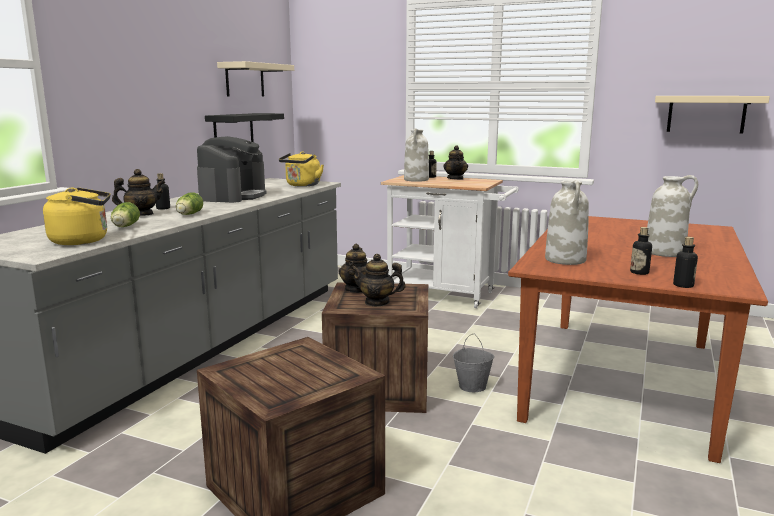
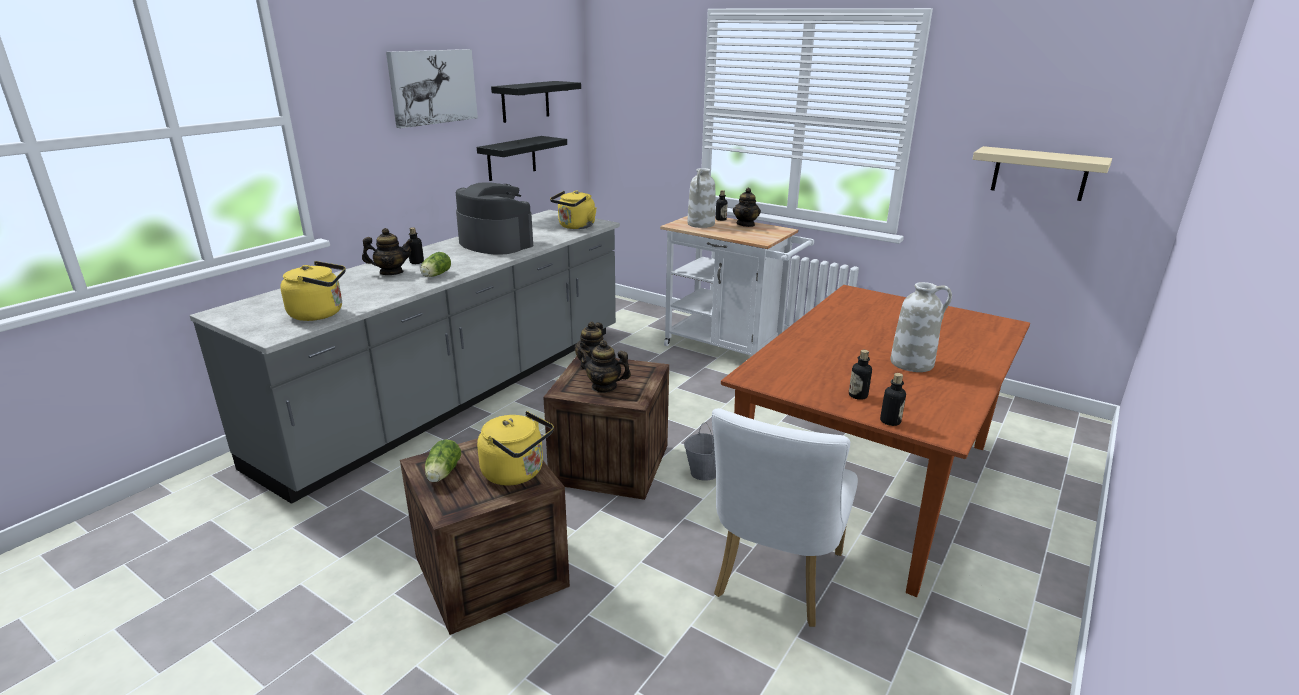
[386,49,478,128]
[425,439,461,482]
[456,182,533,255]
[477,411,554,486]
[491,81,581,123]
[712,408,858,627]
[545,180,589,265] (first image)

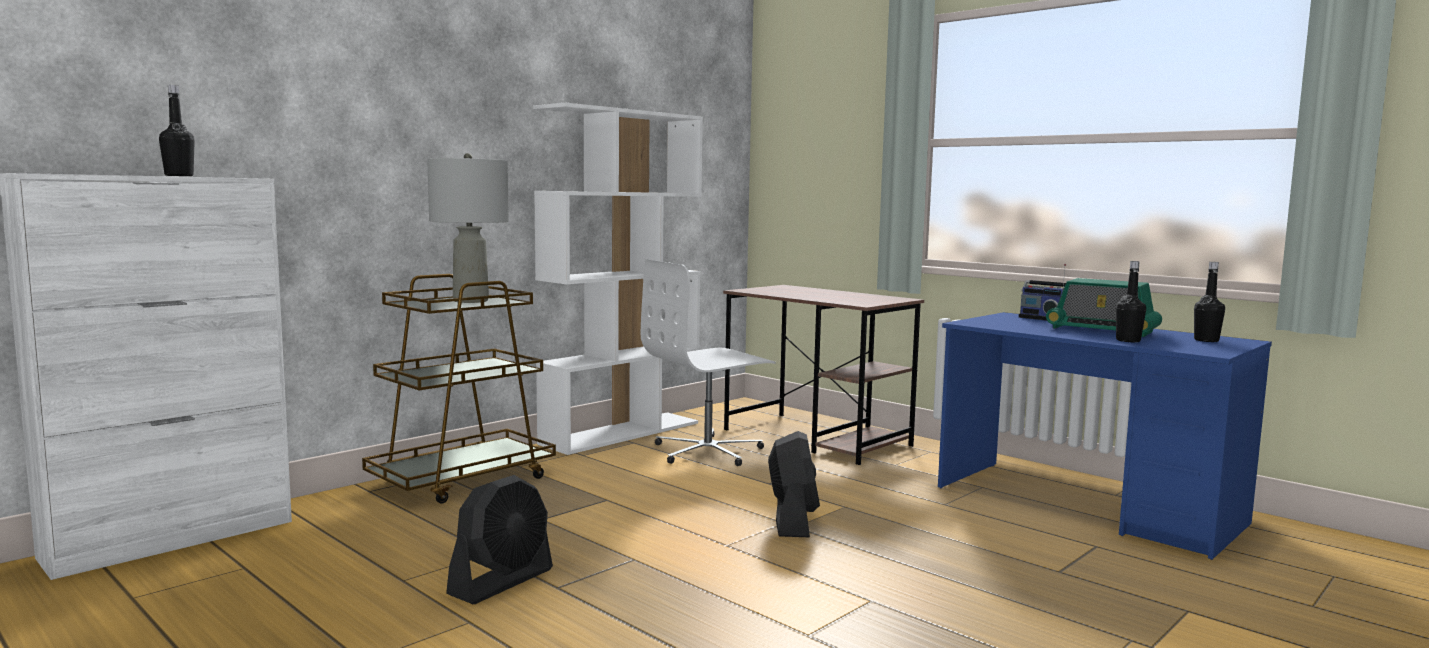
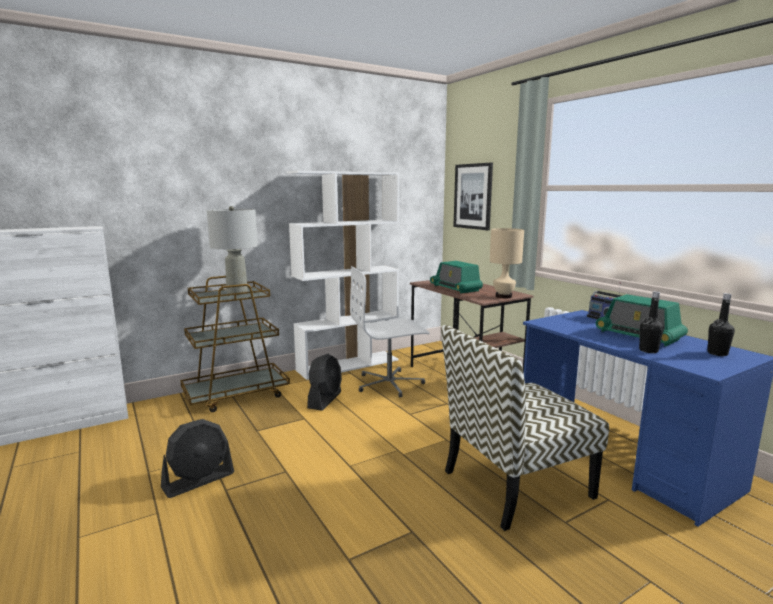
[307,354,342,411]
[430,261,483,293]
[441,325,609,531]
[453,163,493,230]
[490,228,524,298]
[159,85,195,176] (first image)

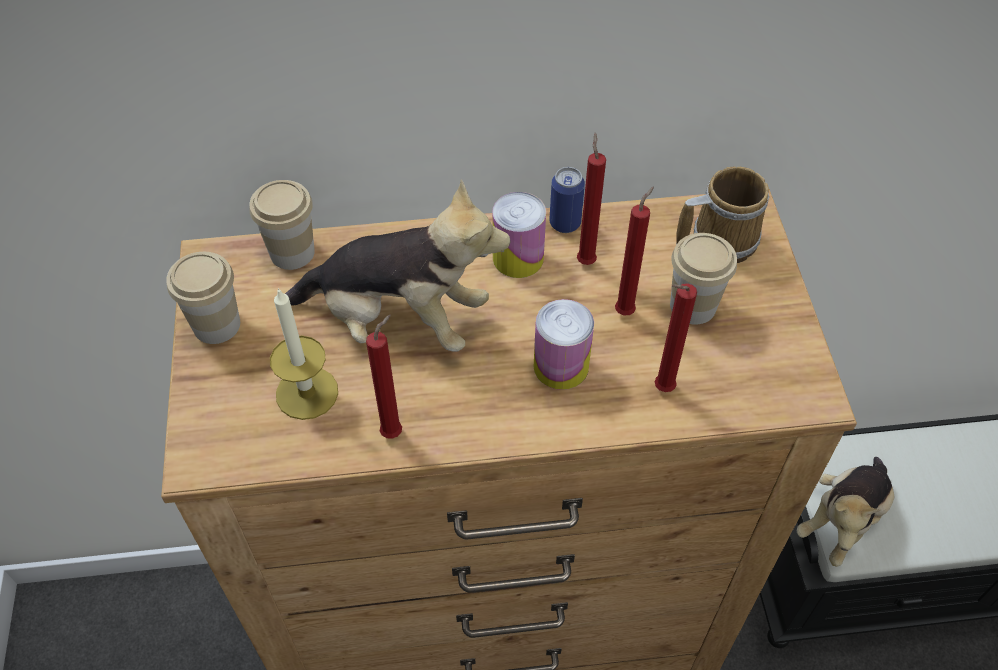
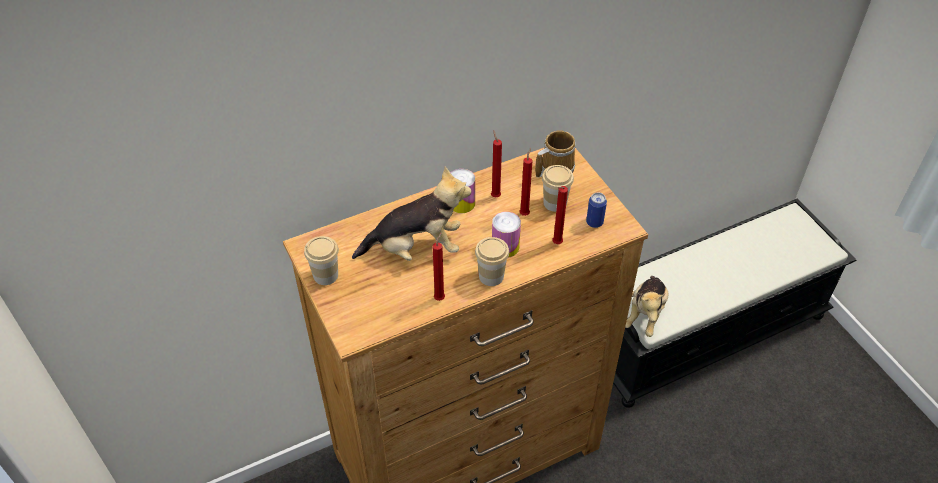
[475,237,509,286]
[586,192,607,228]
[270,288,338,420] (first image)

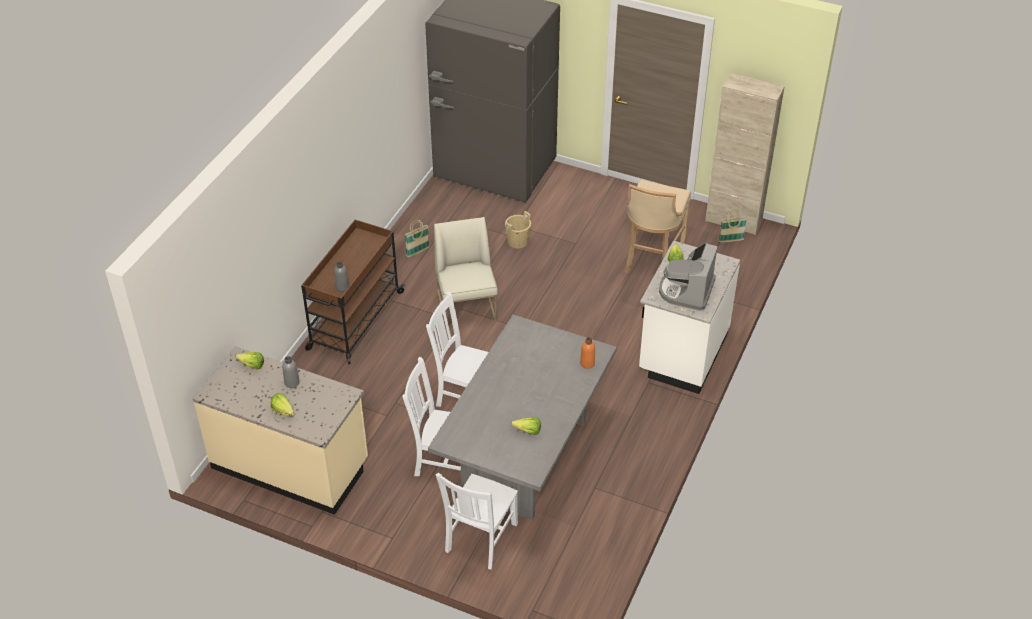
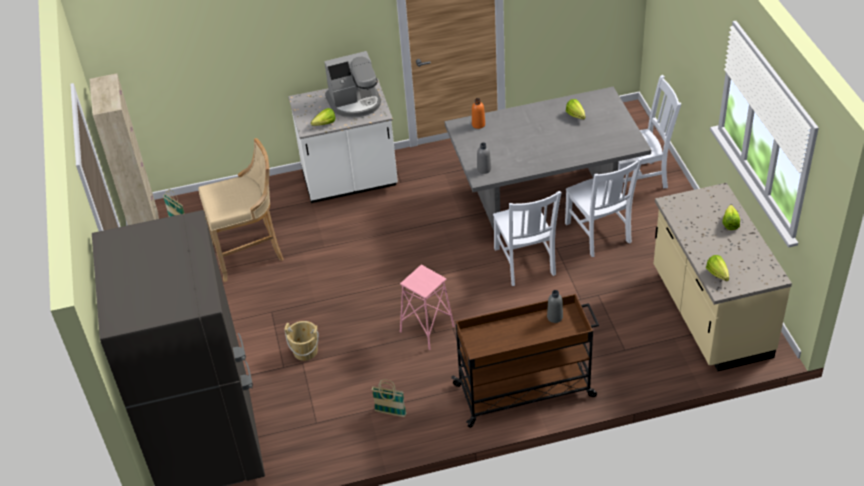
[400,265,454,350]
[477,142,491,174]

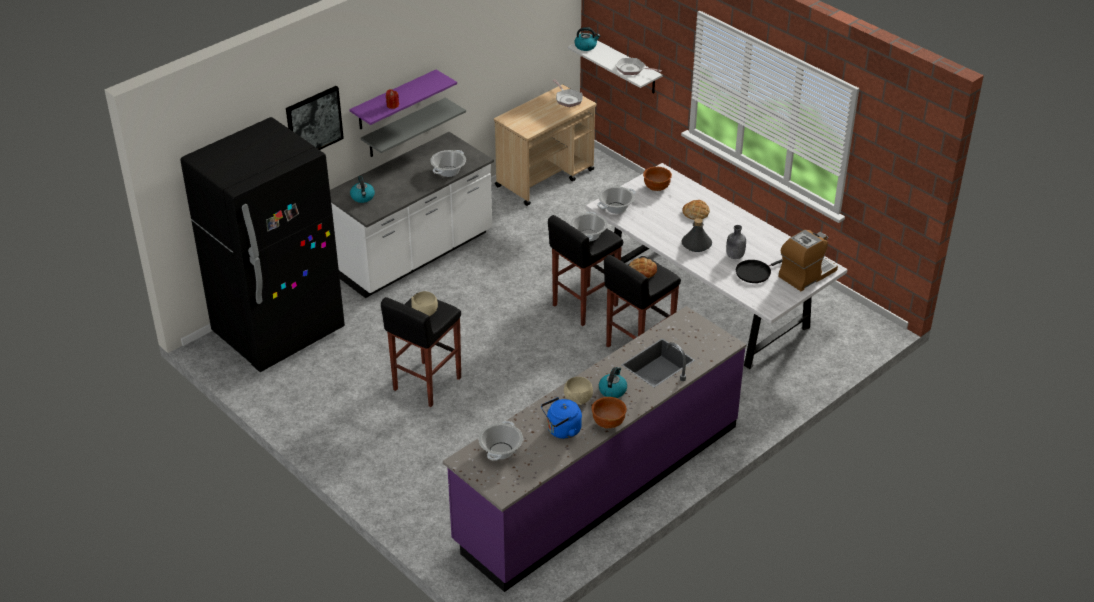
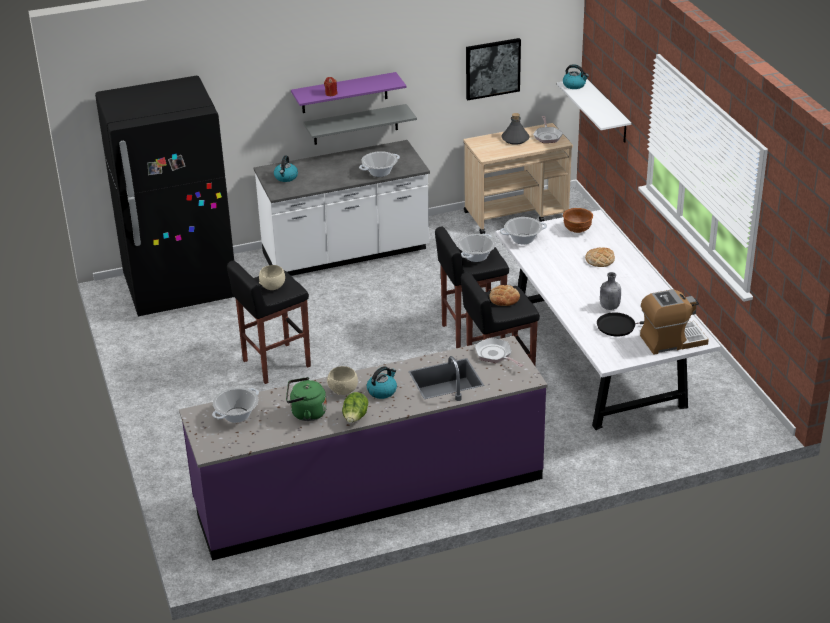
[286,377,327,421]
[342,392,368,423]
[466,38,521,100]
[475,338,523,367]
[501,113,530,145]

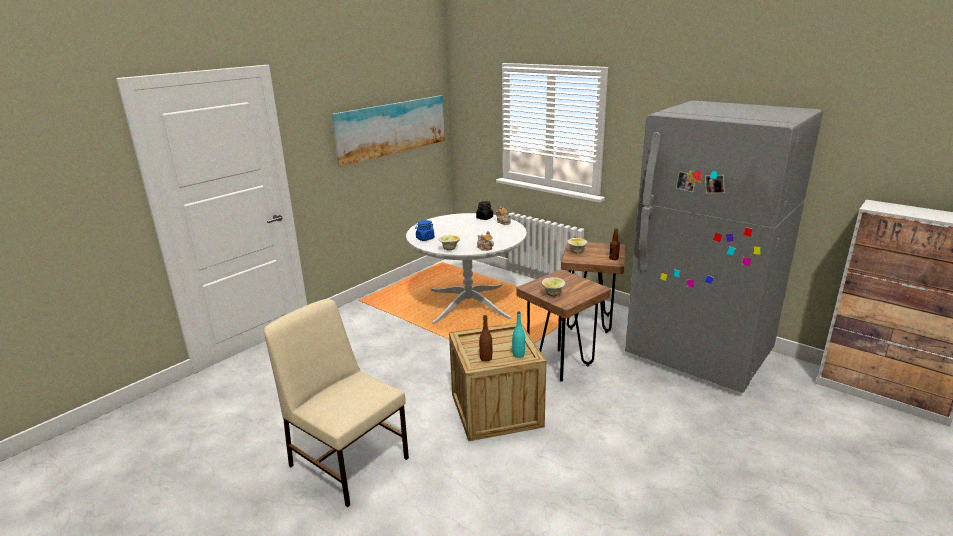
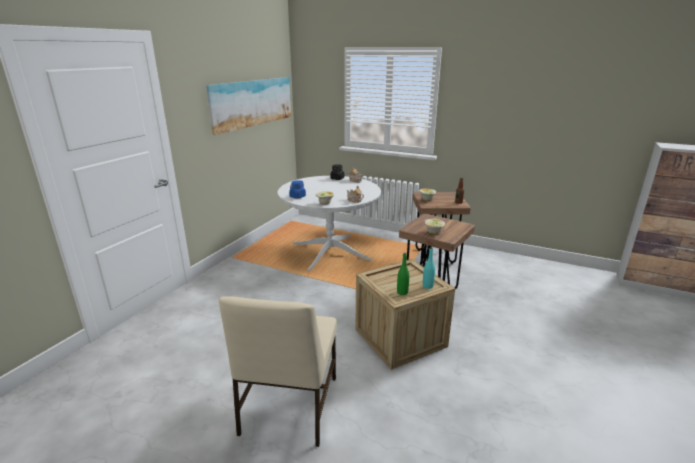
[219,296,337,447]
[397,253,409,295]
[625,100,823,393] (first image)

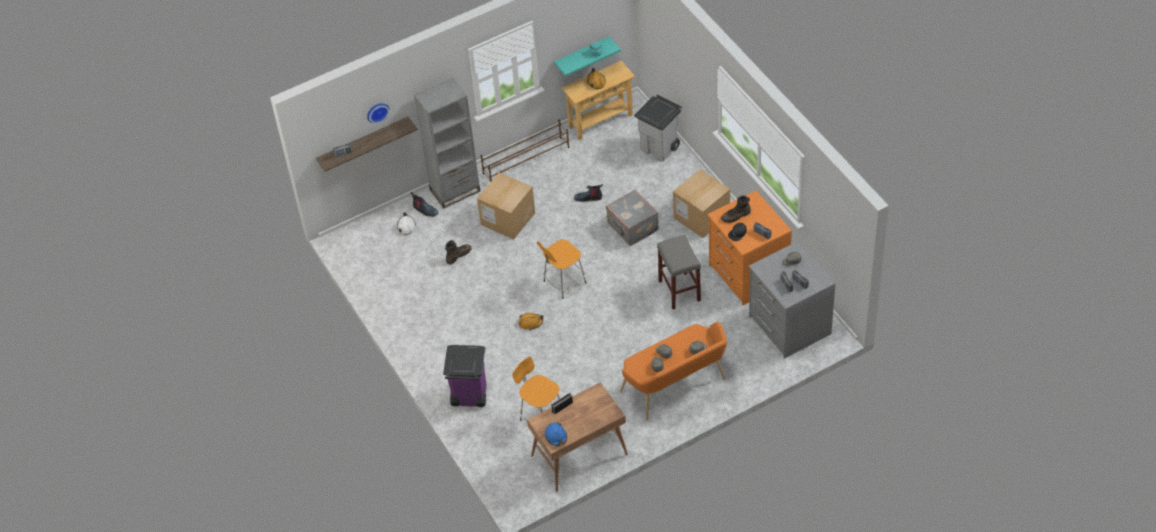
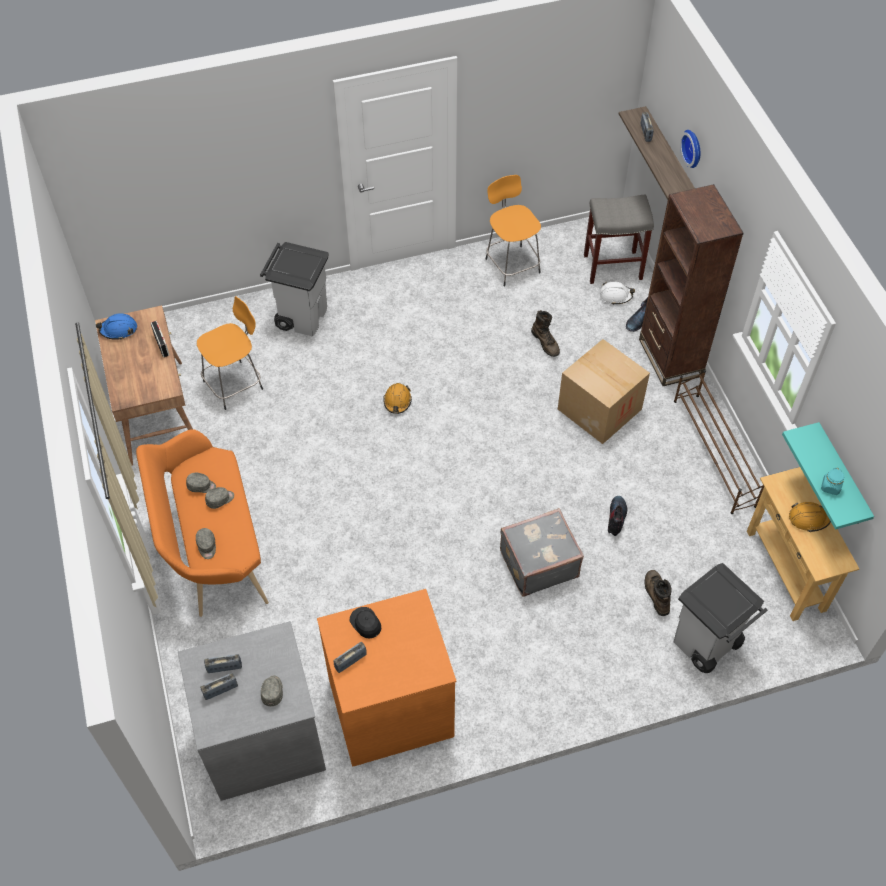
[260,242,329,336]
[485,175,541,286]
[584,194,654,284]
[639,184,744,386]
[644,570,672,616]
[673,169,730,238] (first image)

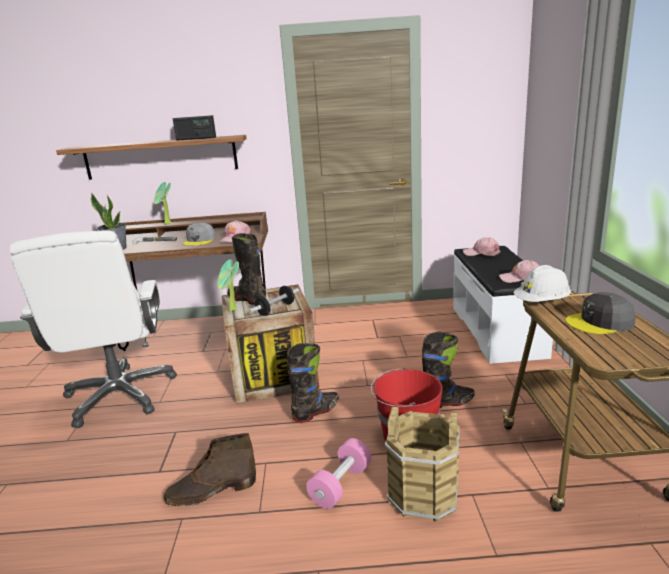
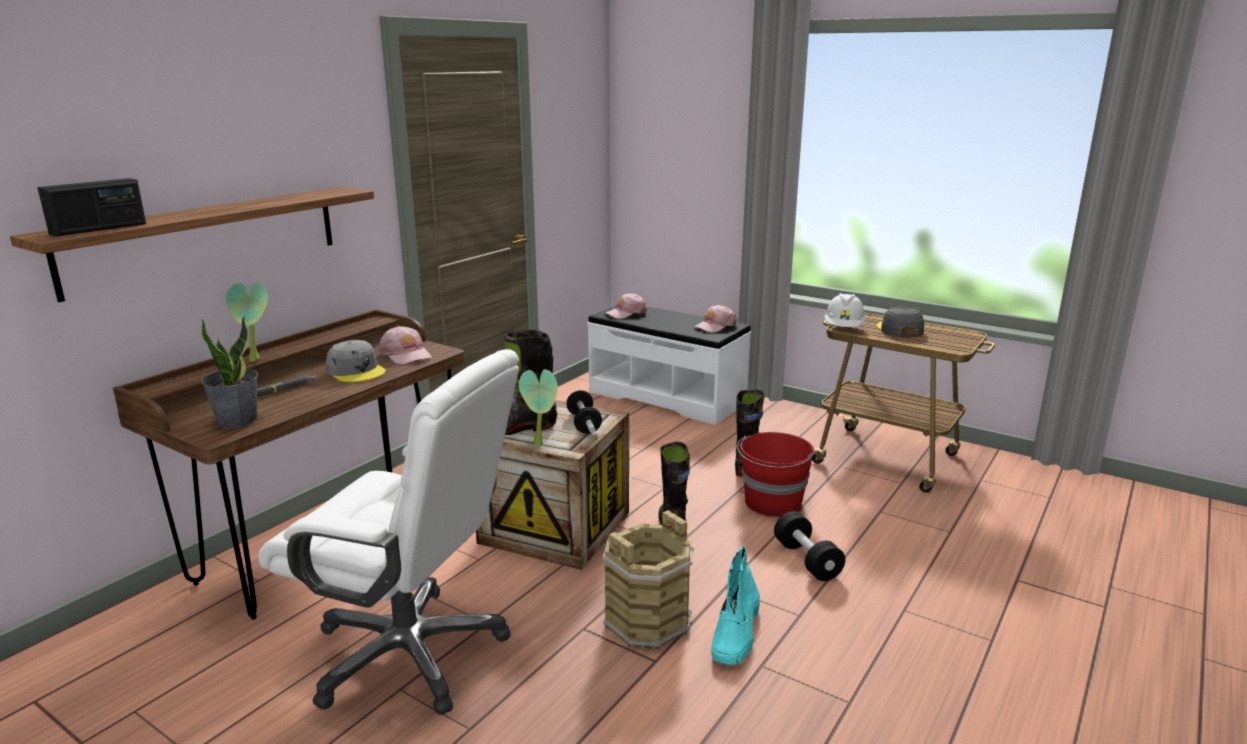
[37,178,146,237]
[603,510,694,650]
[711,547,760,666]
[774,511,845,581]
[877,307,924,338]

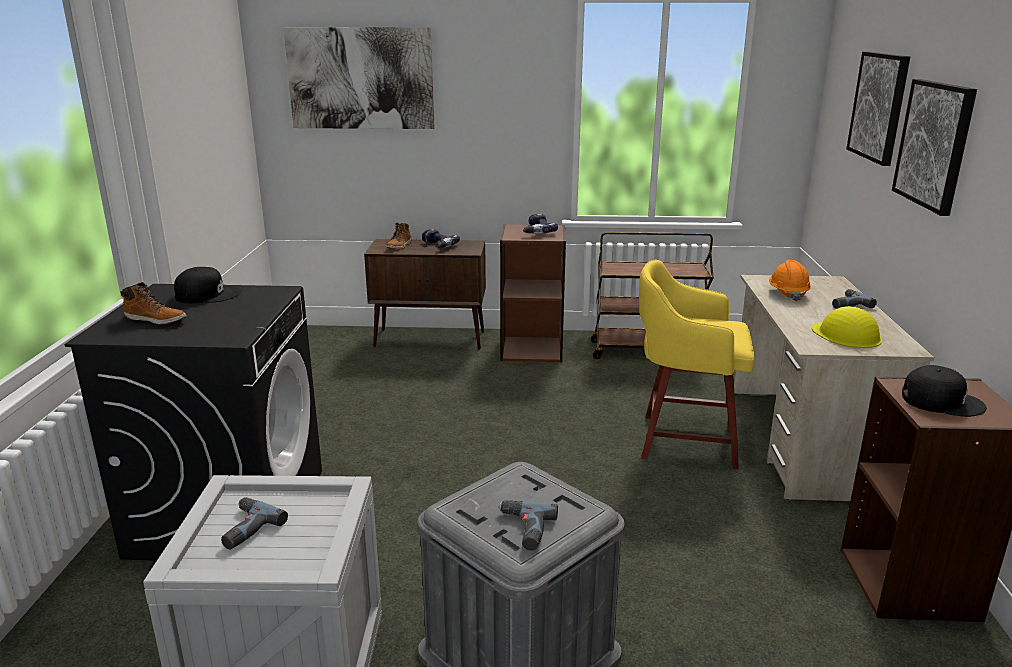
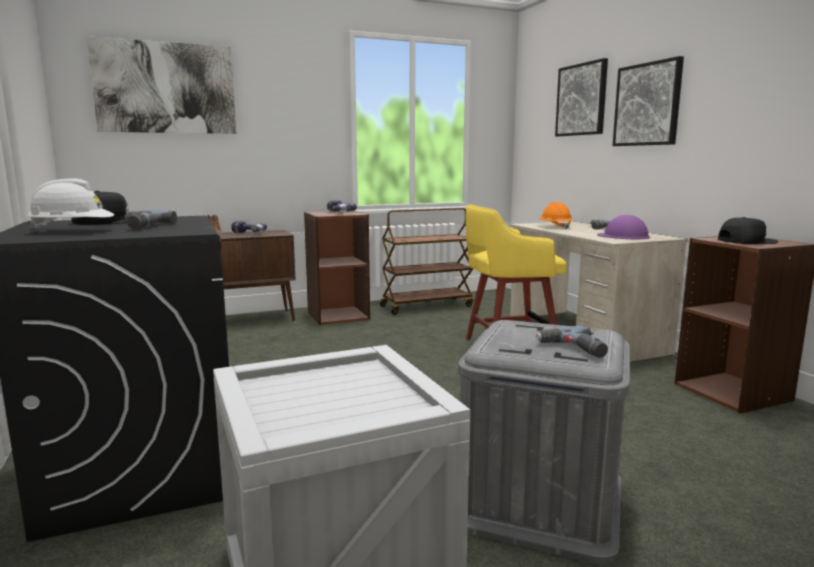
[27,178,114,232]
[125,210,177,229]
[597,215,650,239]

